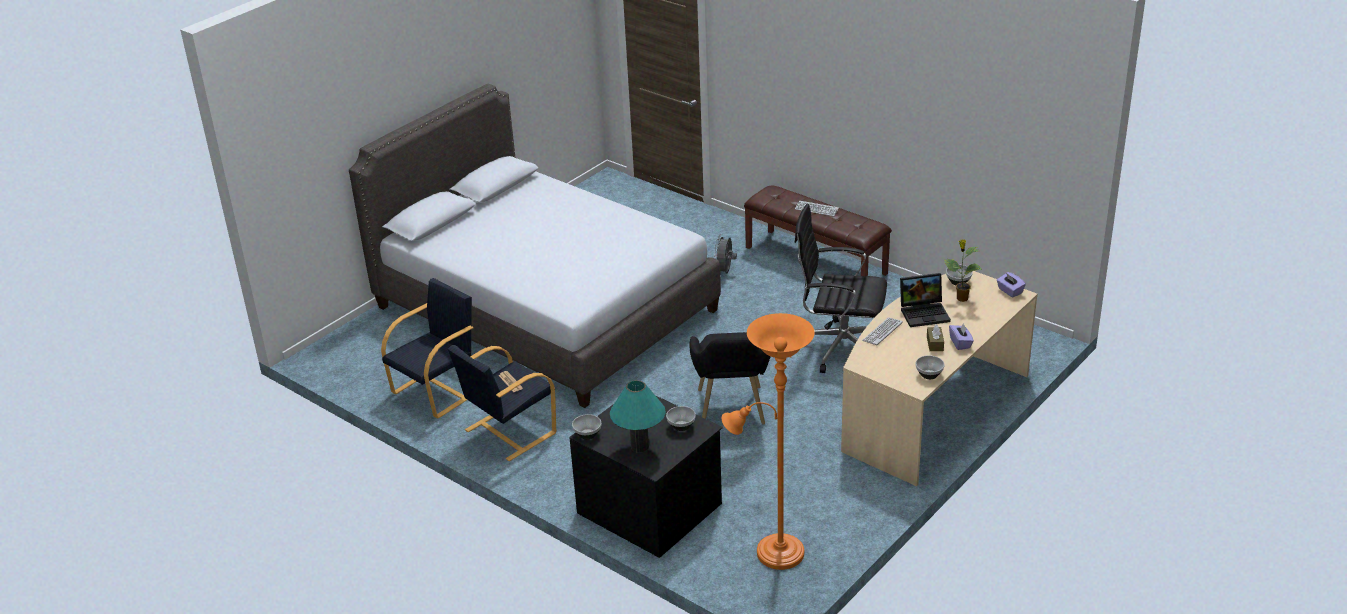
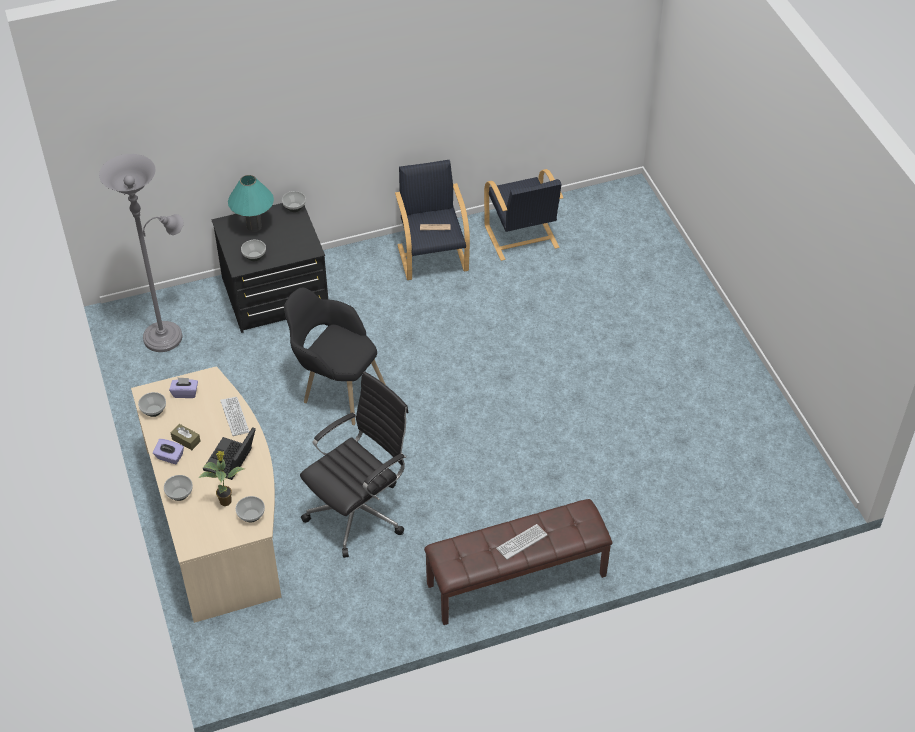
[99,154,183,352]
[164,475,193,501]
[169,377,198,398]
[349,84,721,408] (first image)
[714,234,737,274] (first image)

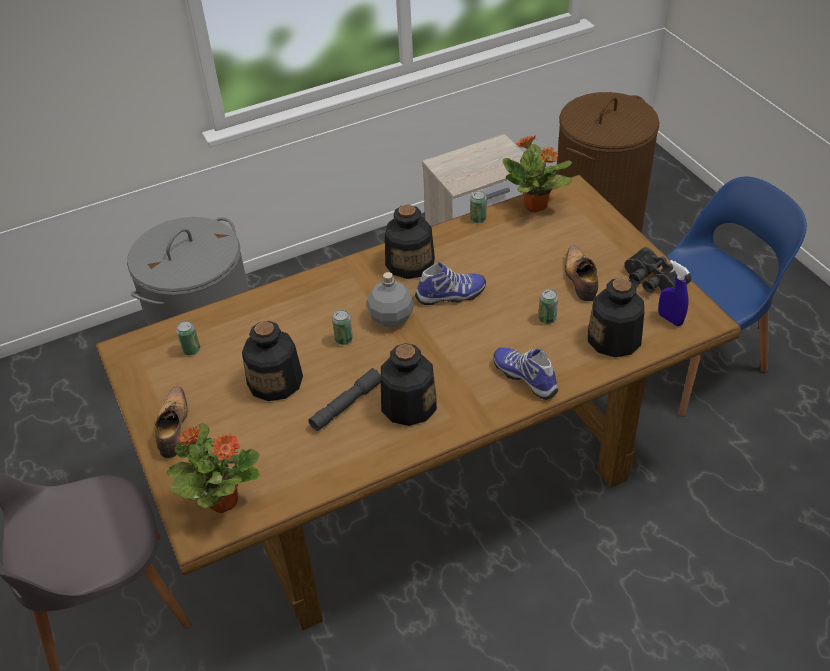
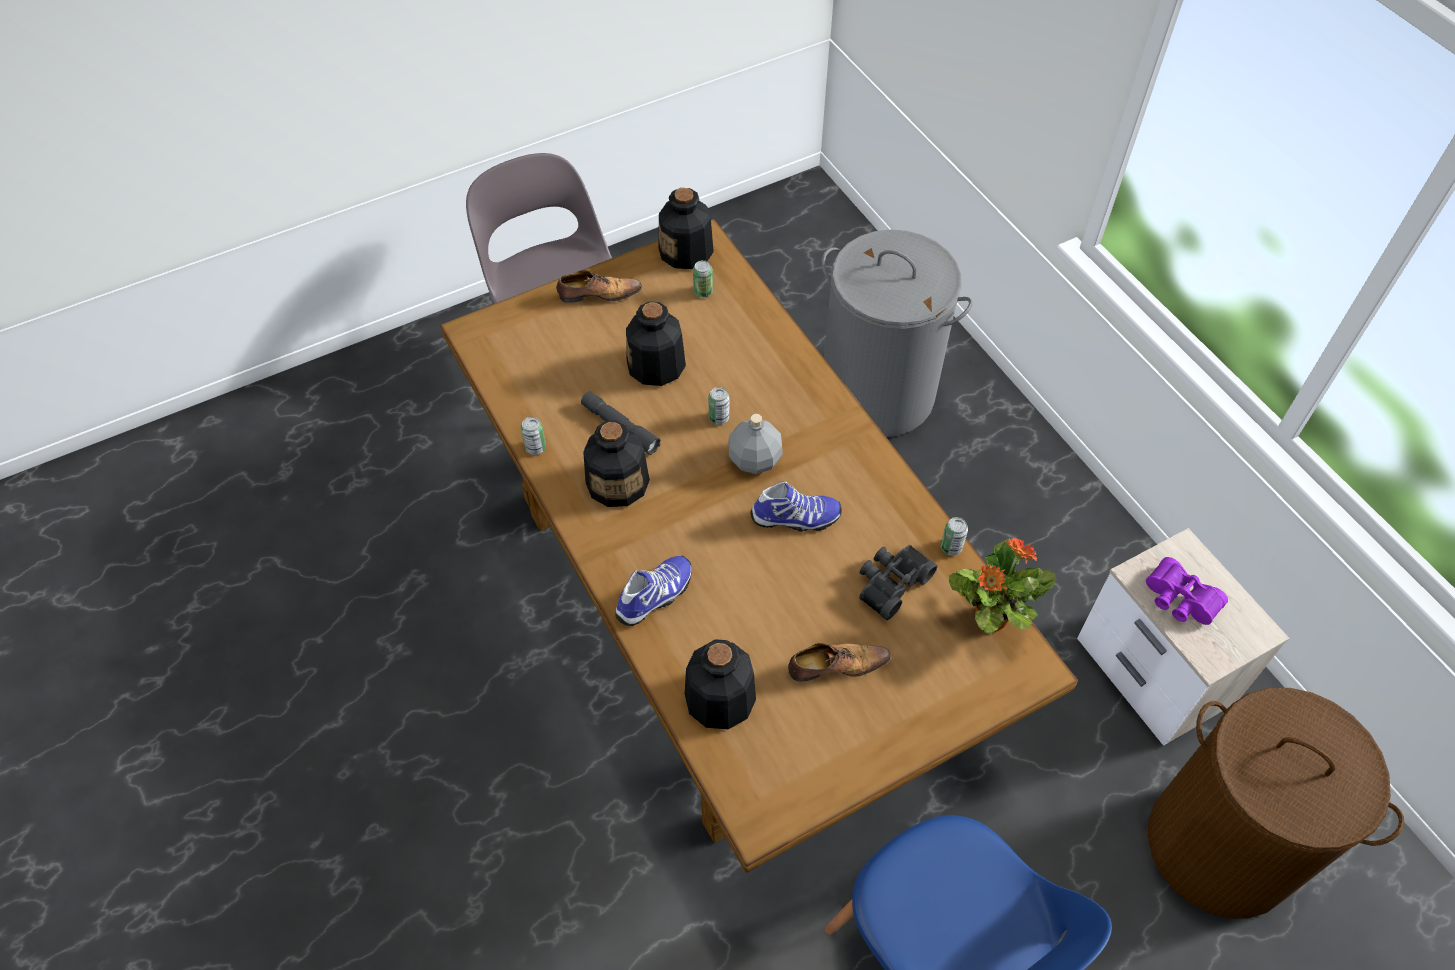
[521,417,546,455]
[658,188,714,269]
[750,482,842,532]
[859,545,938,620]
[1146,557,1228,625]
[166,423,260,513] (first image)
[658,260,690,326] (first image)

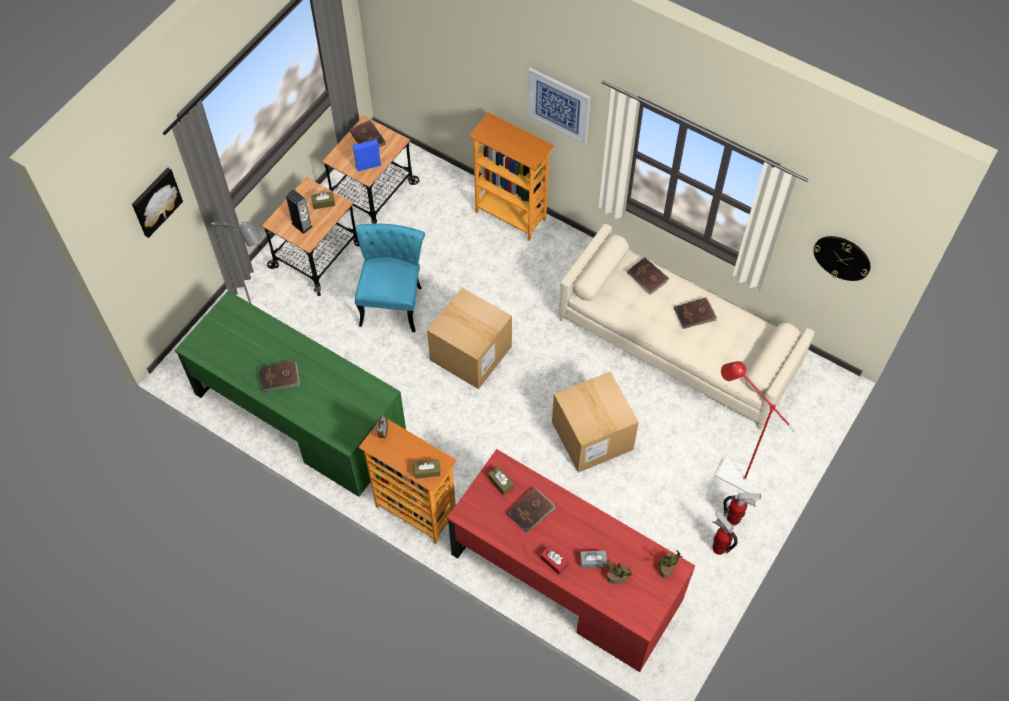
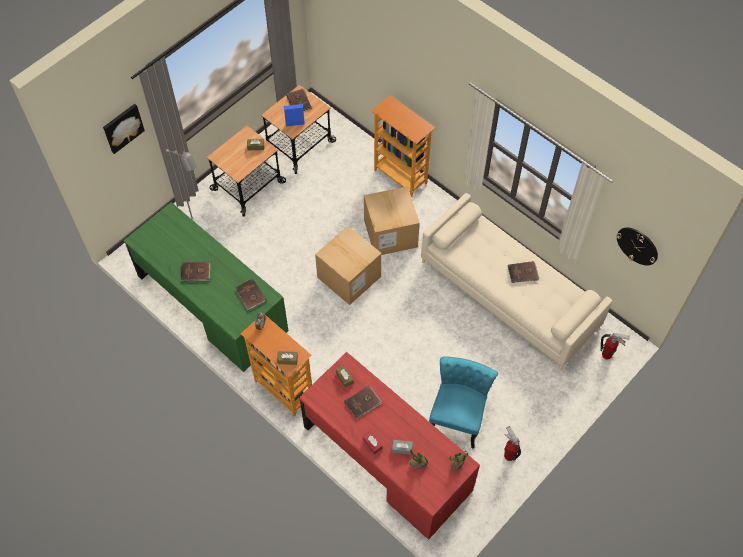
[235,278,267,311]
[364,186,420,255]
[429,356,498,449]
[600,333,630,359]
[286,189,313,234] (first image)
[527,68,590,145] (first image)
[715,361,796,493] (first image)

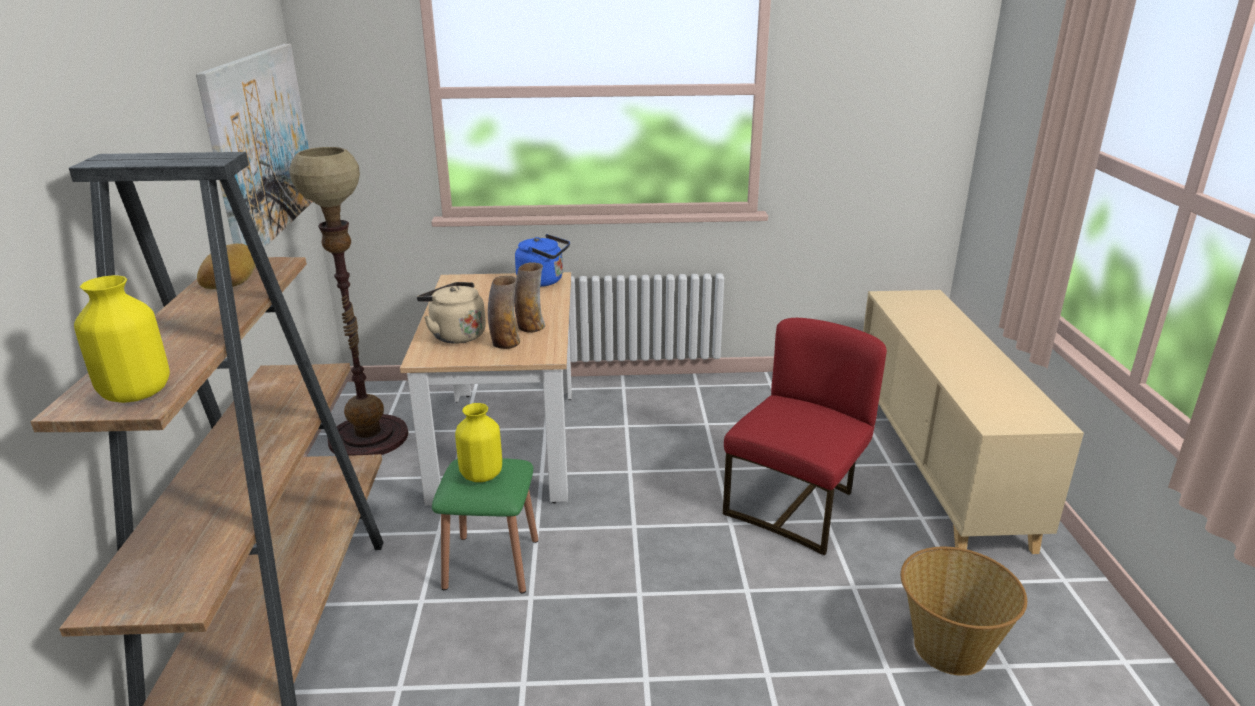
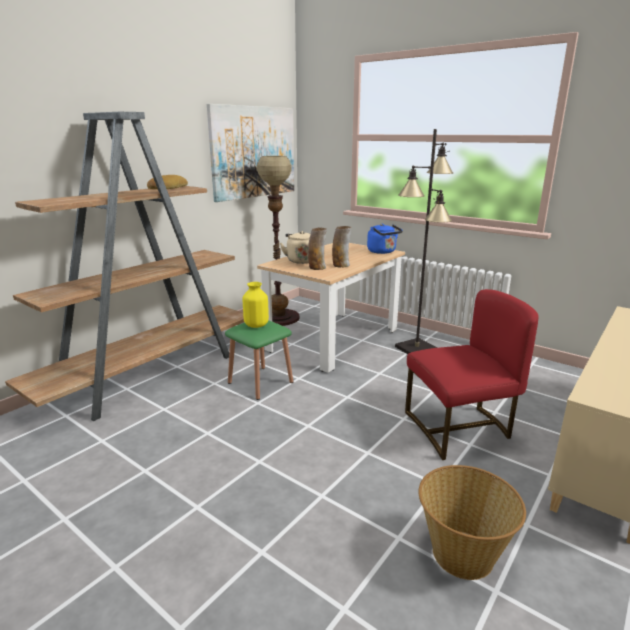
[395,129,453,354]
[74,275,170,403] (first image)

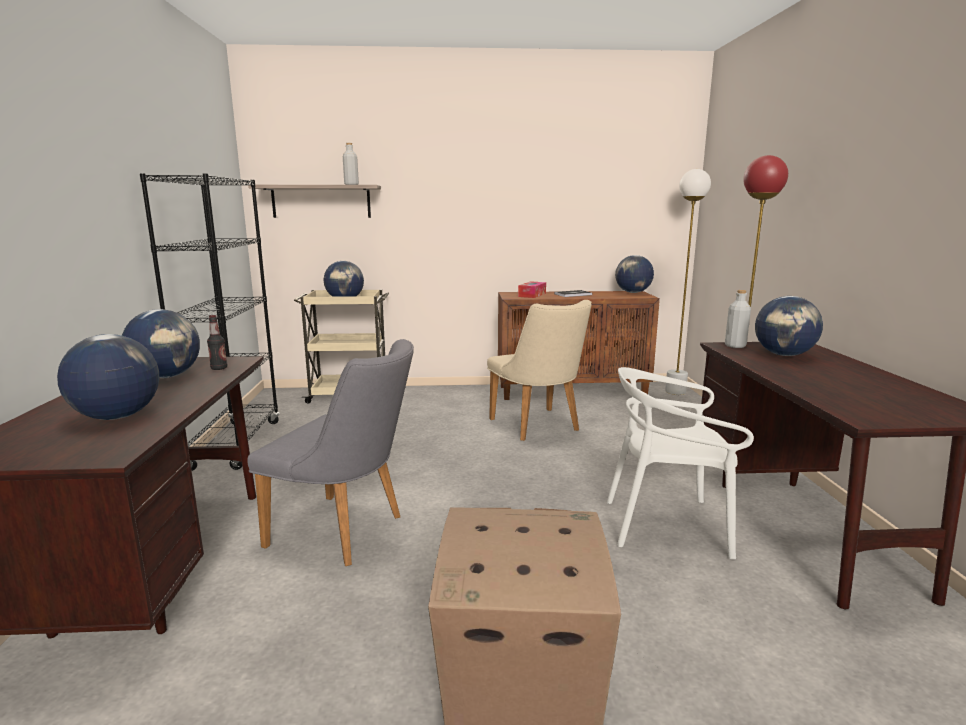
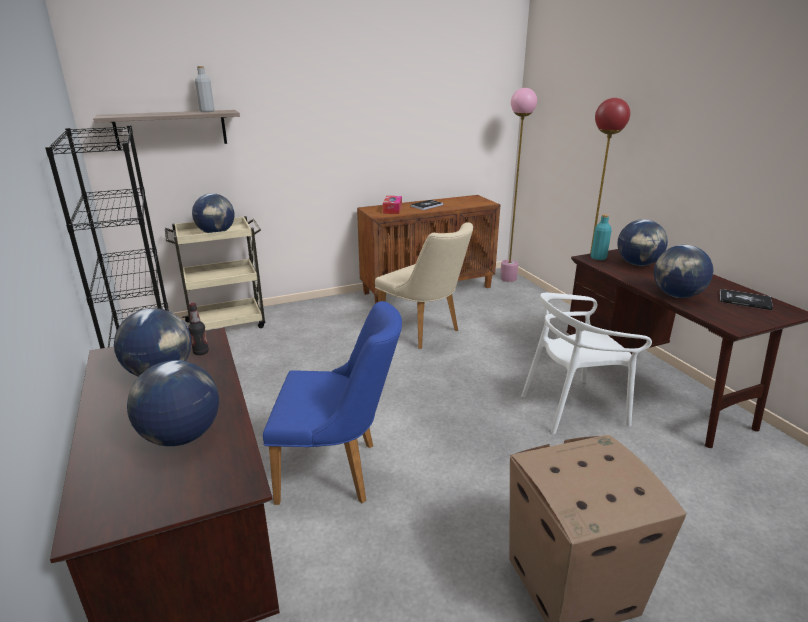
[263,301,402,505]
[500,88,537,282]
[591,214,612,260]
[654,245,713,298]
[720,289,773,311]

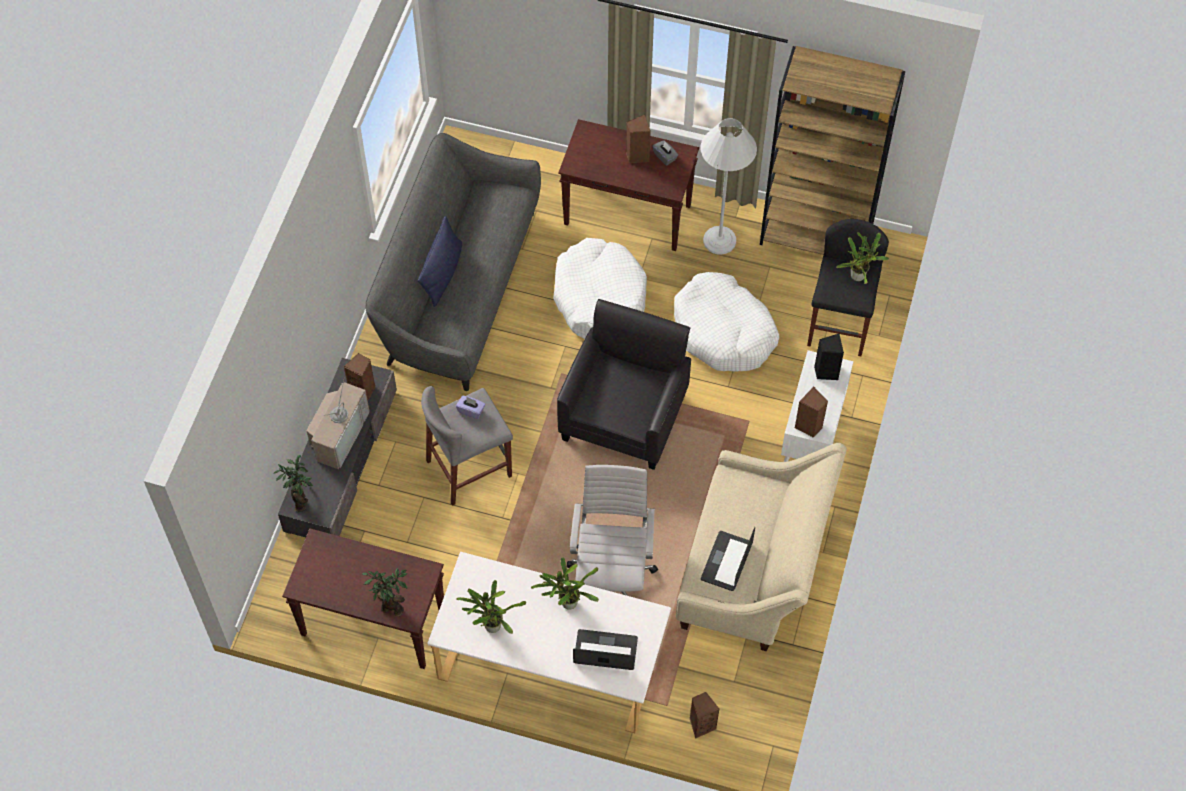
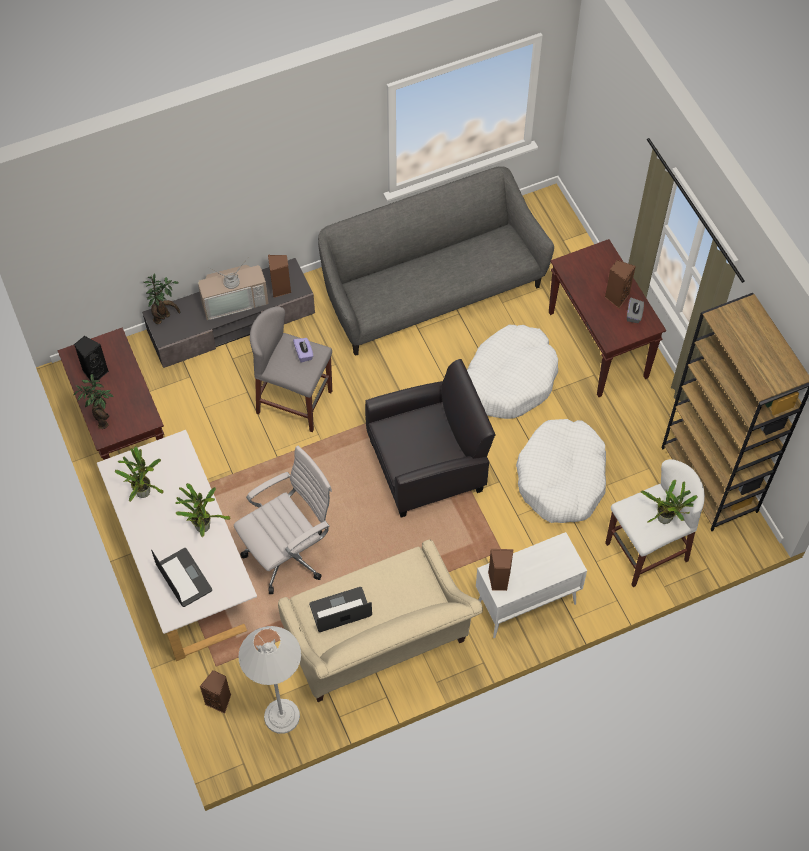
[74,336,109,381]
[238,626,301,734]
[605,459,705,587]
[418,216,462,307] (first image)

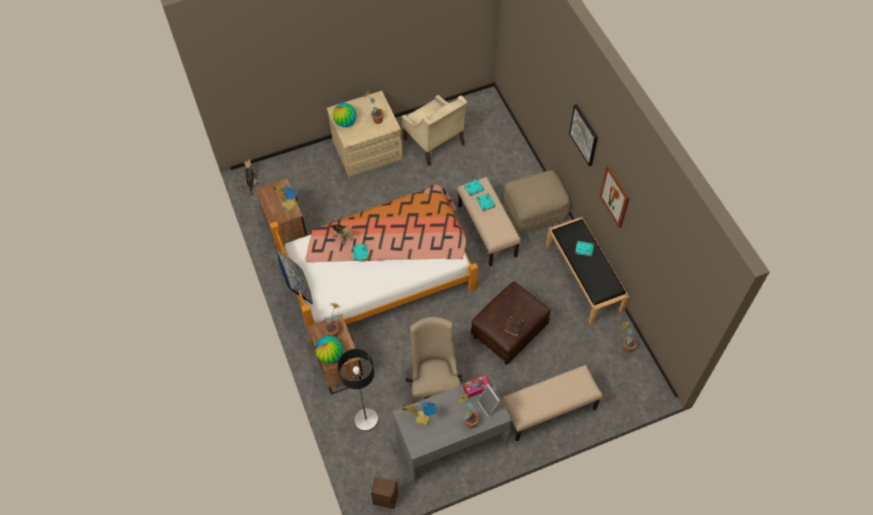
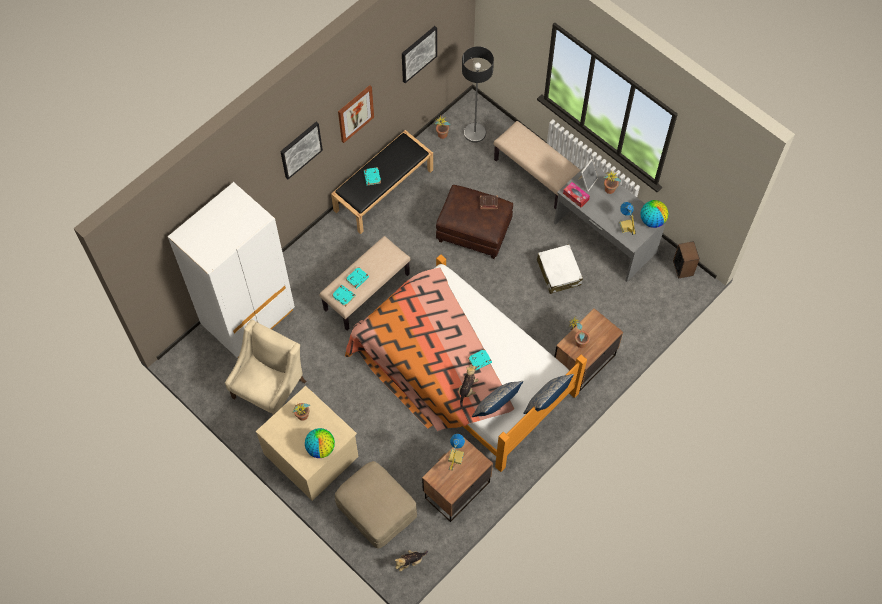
[168,182,295,358]
[335,461,417,549]
[402,26,437,83]
[462,46,494,143]
[472,381,523,417]
[537,244,583,294]
[641,200,668,228]

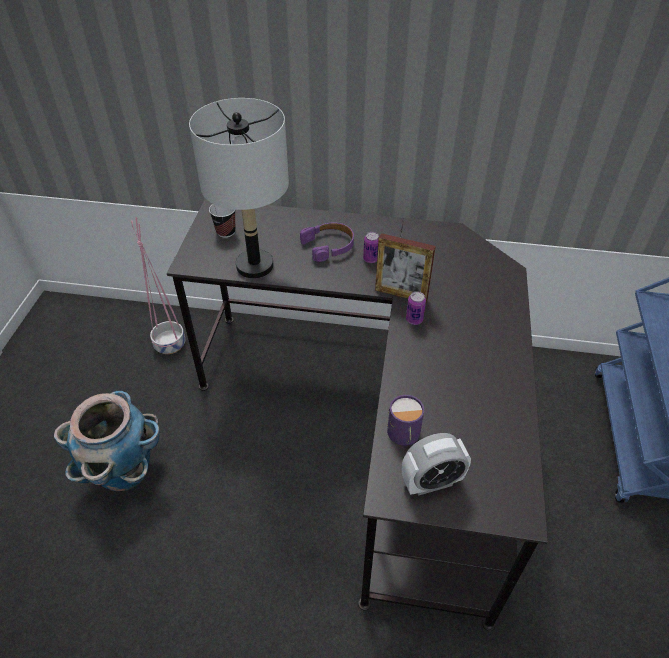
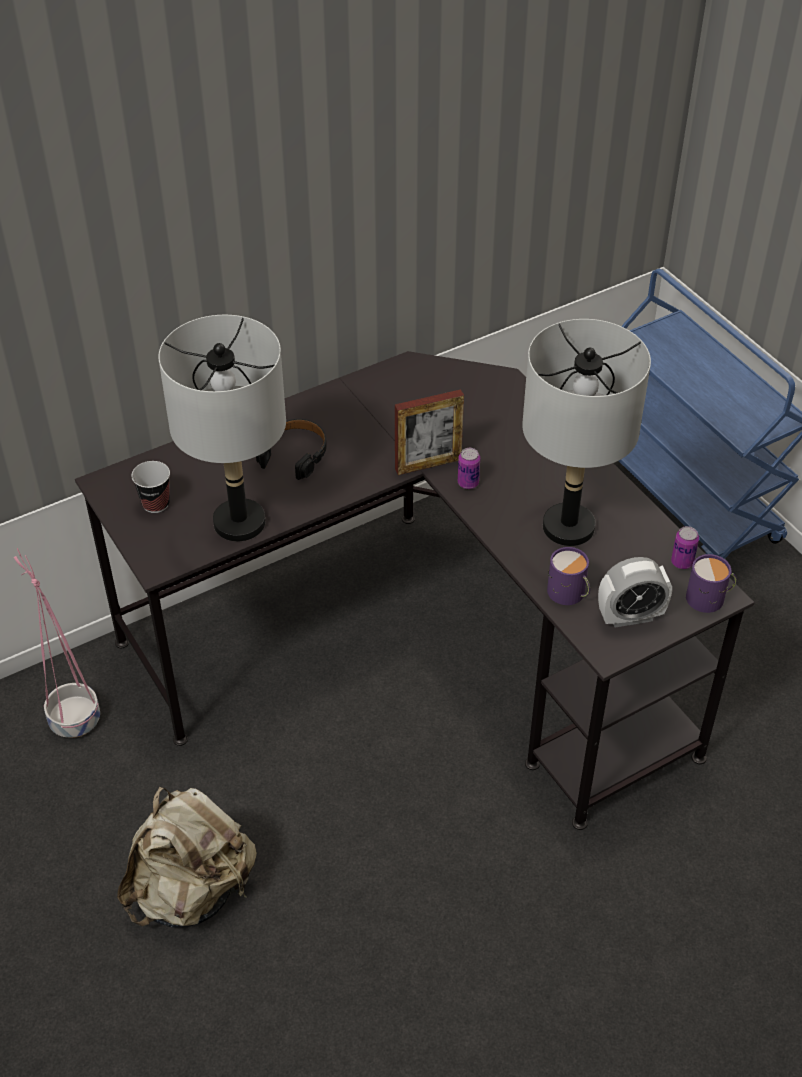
[117,787,257,928]
[256,419,327,480]
[522,319,651,546]
[598,557,672,627]
[671,526,699,569]
[686,554,737,613]

